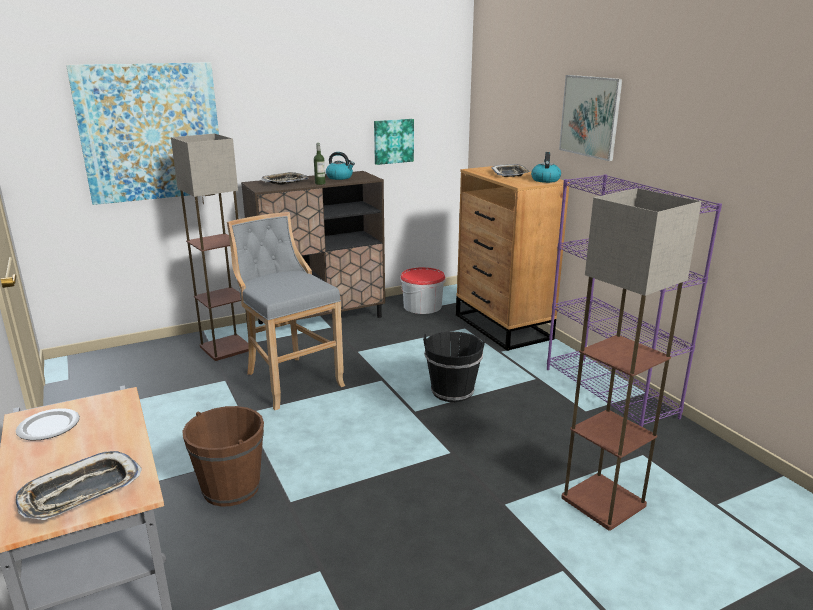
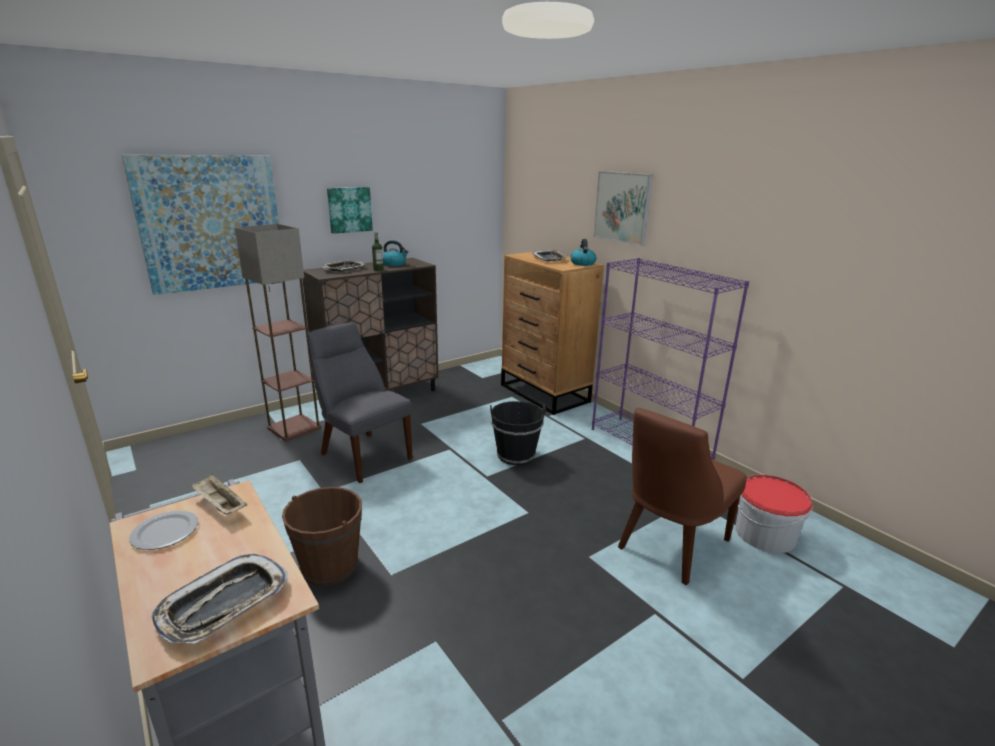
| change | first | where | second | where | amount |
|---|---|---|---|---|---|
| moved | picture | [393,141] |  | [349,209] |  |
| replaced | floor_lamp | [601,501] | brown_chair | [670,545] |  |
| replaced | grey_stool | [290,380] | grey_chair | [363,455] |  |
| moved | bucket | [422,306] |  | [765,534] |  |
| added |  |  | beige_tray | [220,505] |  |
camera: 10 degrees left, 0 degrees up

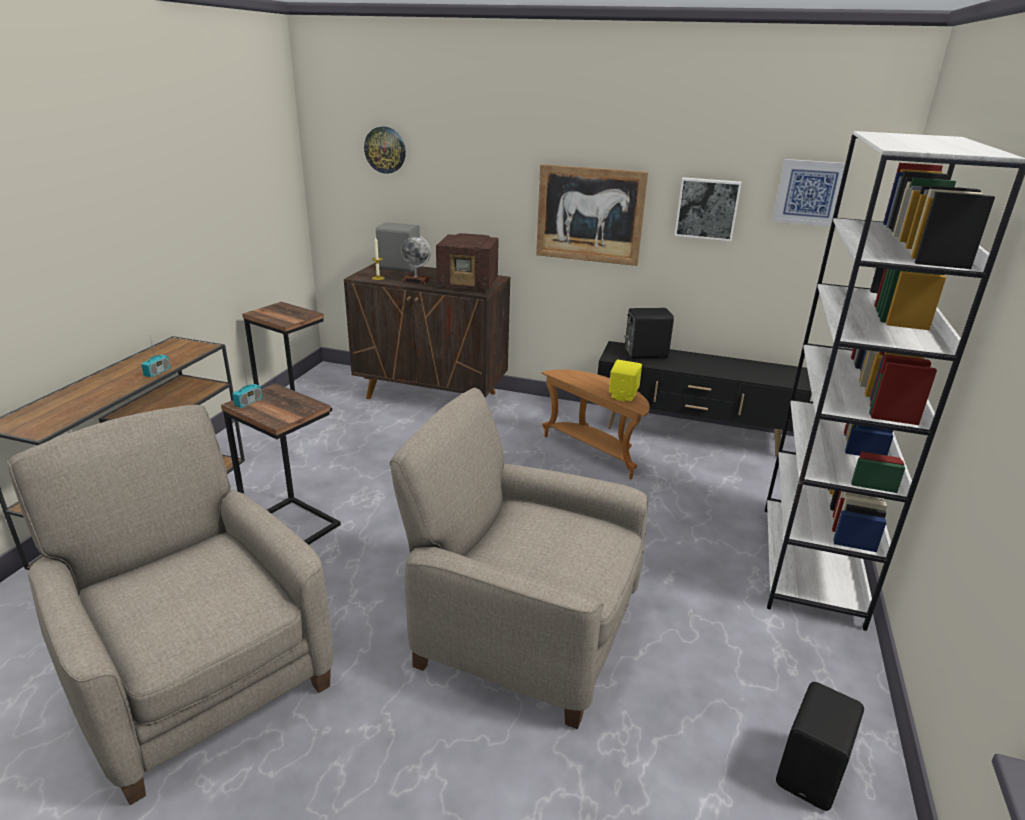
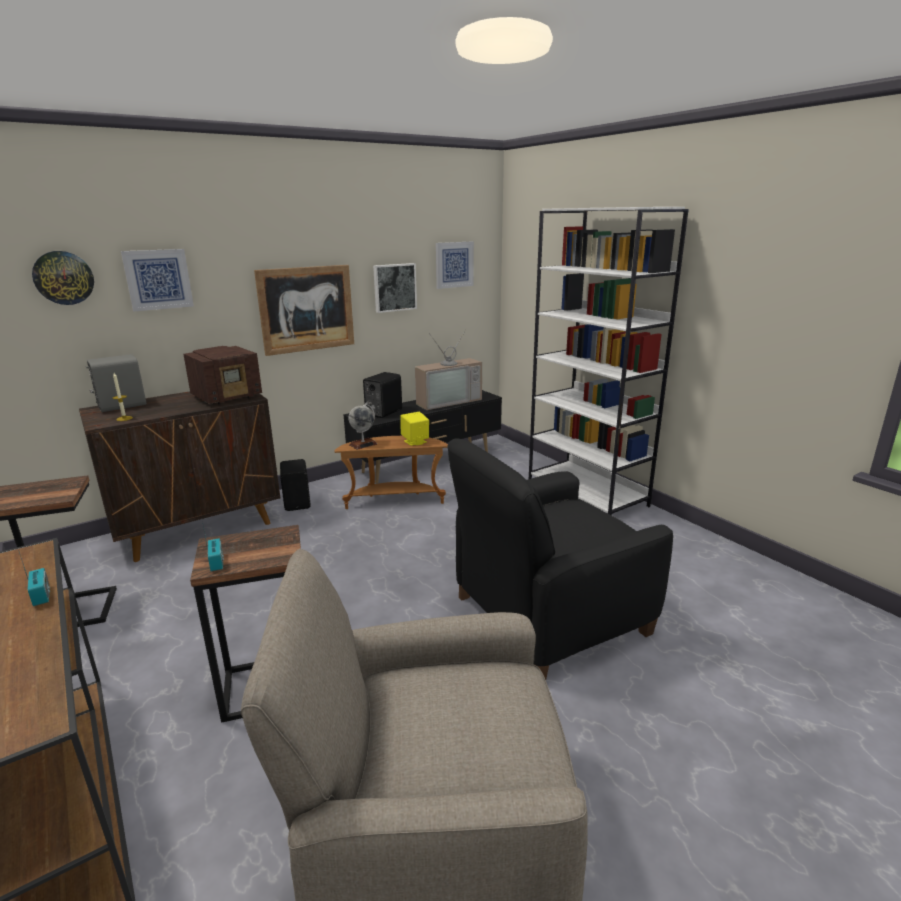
| change | first | where | second | where | amount |
|---|---|---|---|---|---|
| moved | globe | [416,280] |  | [363,444] |  |
| recoloured | beige_armchair | [523,632] | black_armchair | [548,616] |  |
| moved | black_speaker | [812,772] |  | [298,502] |  |
| added |  |  | picture | [158,279] |  |
| added |  |  | television | [447,401] |  |
camera: 50 degrees left, 5 degrees down

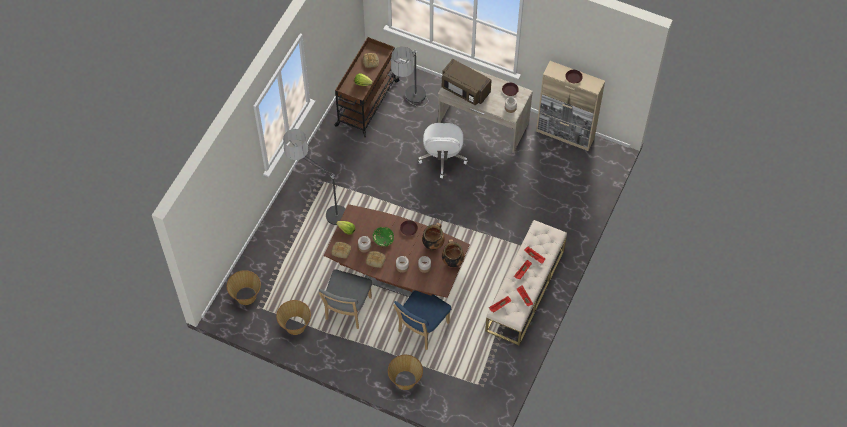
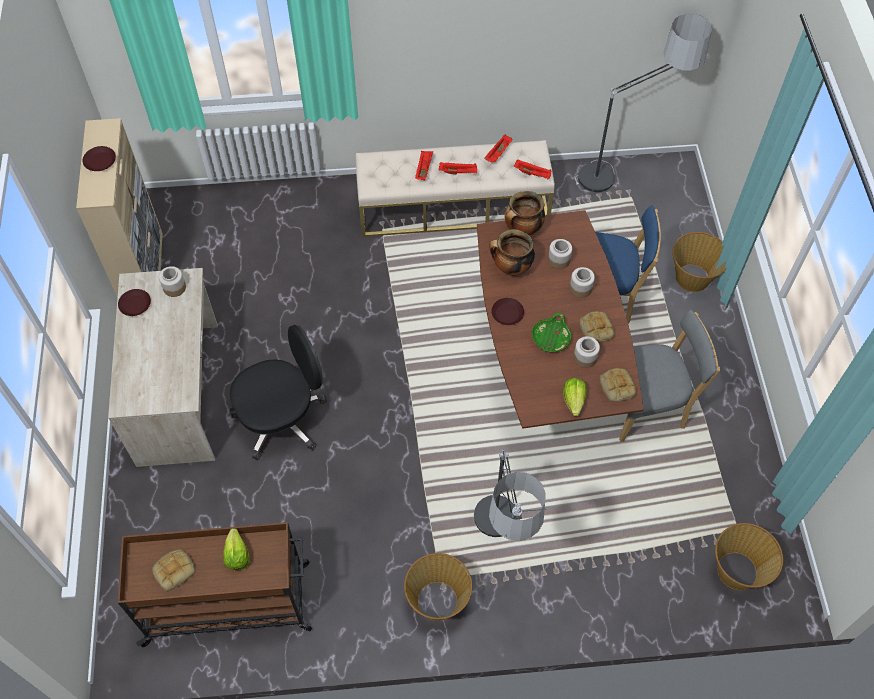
| change | first | where | second | where | amount |
|---|---|---|---|---|---|
| moved | floor_lamp | [410,109] |  | [623,174] |  |
| removed | brown_microwave | [464,90] |  |  |  |
| recoloured | white_office_chair | [442,157] | black_office_chair | [283,418] |  |
| moved | basket | [295,326] |  | [438,600] |  |
camera: 120 degrees left, 0 degrees up

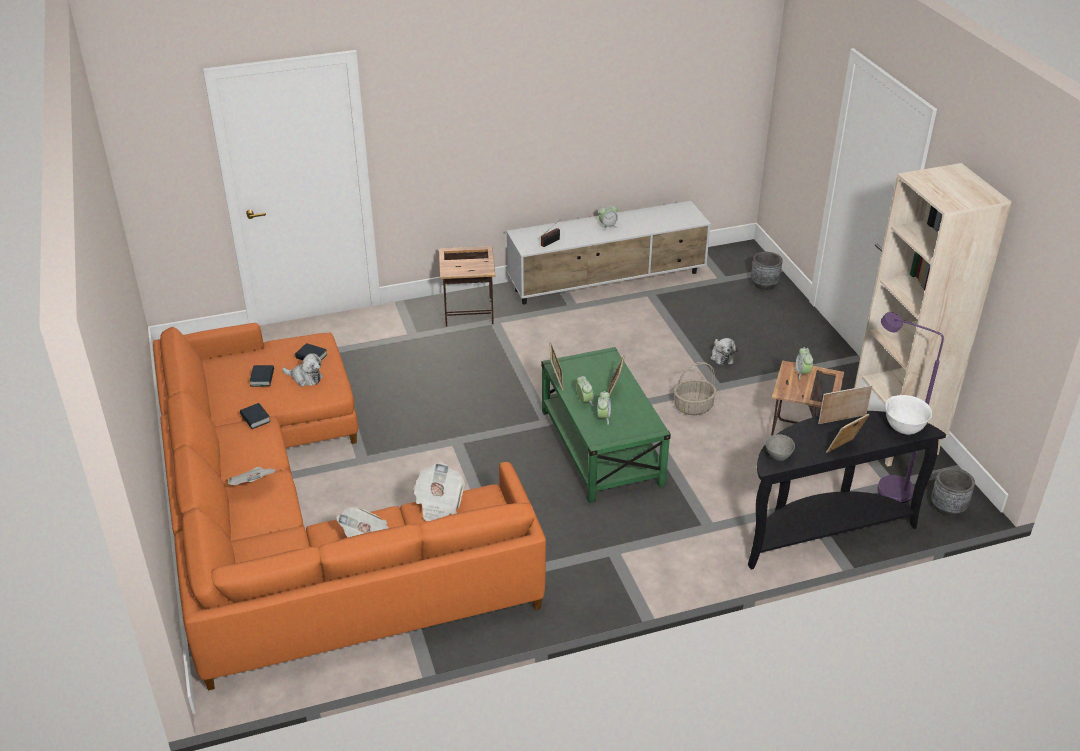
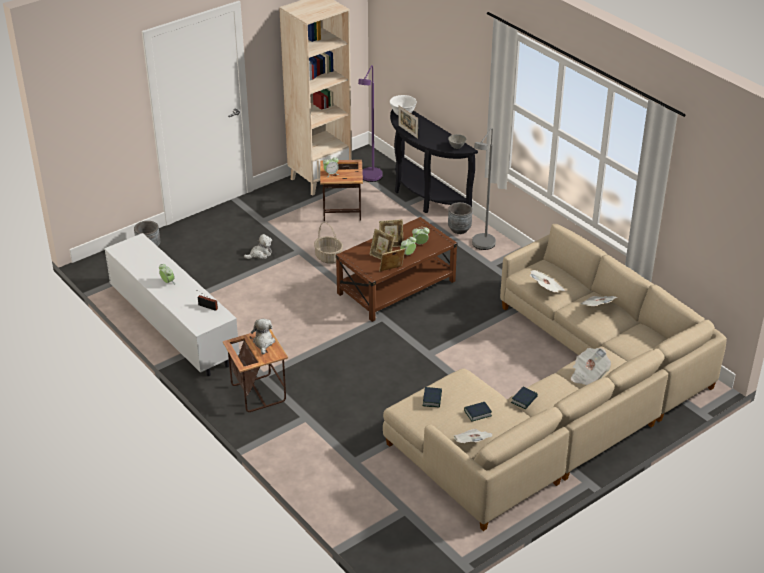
| change | first | where | second | where | amount |
|---|---|---|---|---|---|
| recoloured | orange_sofa | [301,521] | beige_sofa | [557,402] |  |
| recoloured | green_coffee_table | [601,447] | brown_coffee_table | [396,288] |  |
| moved | plush_toy | [305,378] |  | [263,342] |  |
| moved | picture_frame | [844,449] |  | [382,256] |  |
| moved | grey_planter | [947,508] |  | [459,229] |  |
| added |  |  | grey_floor_lamp | [481,246] |  |
| added |  |  | newspaper | [472,443] |  |
camera: 110 degrees left, 0 degrees up

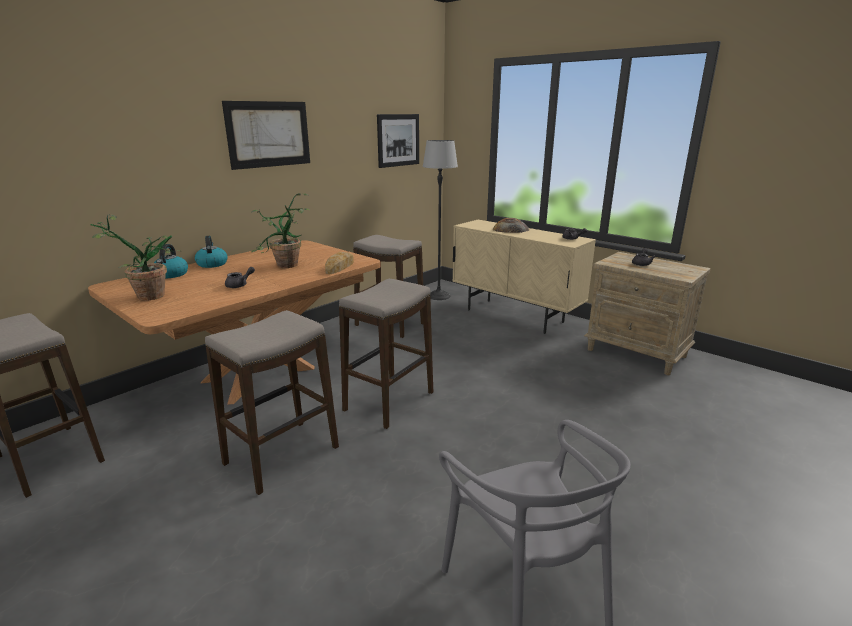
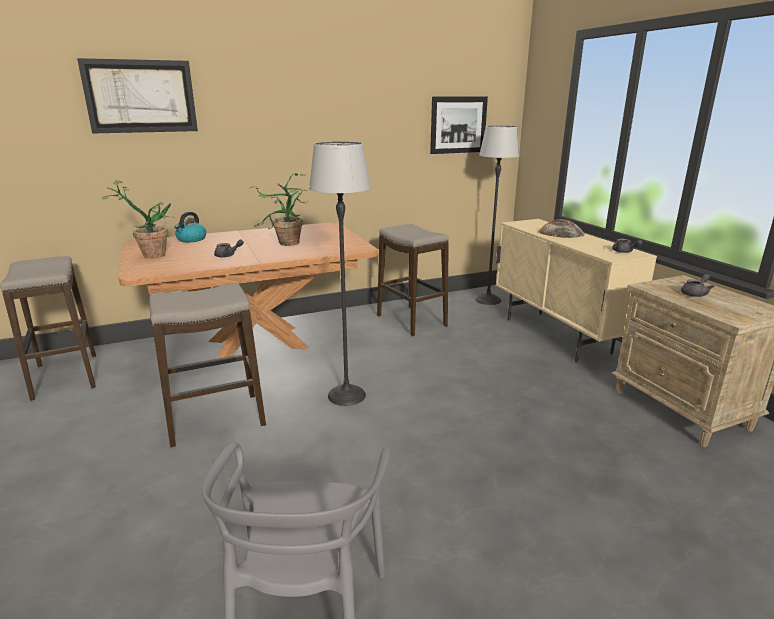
| change | first | where | second | where | amount |
|---|---|---|---|---|---|
| moved | picture | [269,134] |  | [140,96] |  |
| removed | kettle | [212,264] |  |  |  |
| removed | bread | [339,267] |  |  |  |
| replaced | stool | [389,401] | floor_lamp | [346,395] |  |
camera: 25 degrees right, 0 degrees up

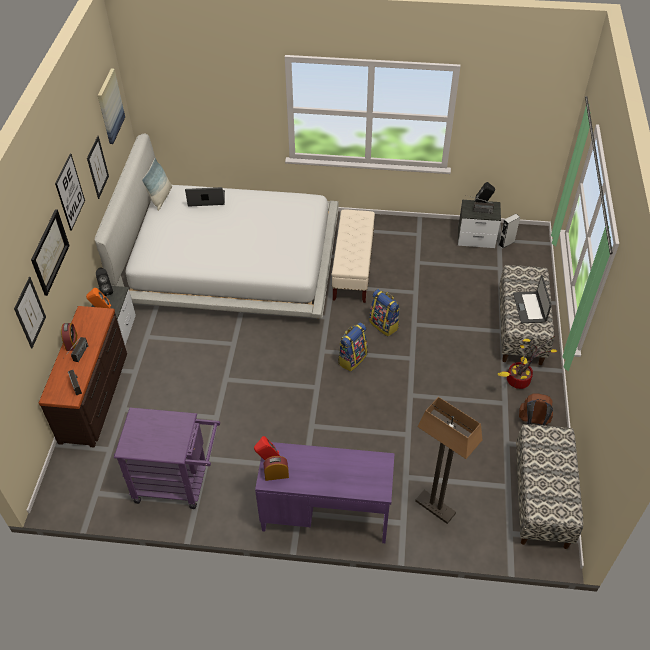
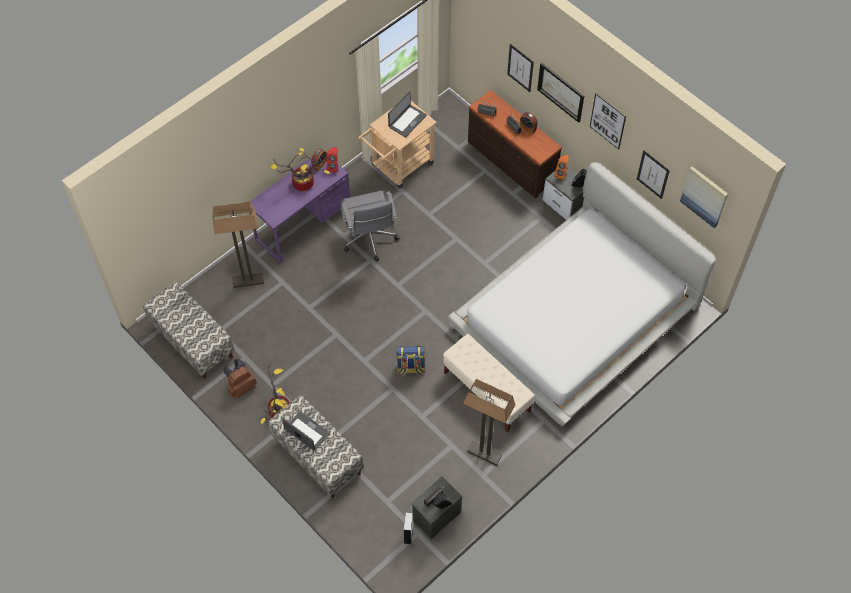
| change | first | where | second | where | amount |
|---|---|---|---|---|---|
| removed | pillow | [160,198] |  |  |  |
| moved | laptop | [206,199] |  | [407,121] |  |
| removed | backpack | [352,358] |  |  |  |
| recoloured | purple_cart | [178,482] | beige_cart | [399,167] |  |
| added |  |  | potted_plant | [301,184] |  |
| added |  |  | grey_office_chair | [370,240] |  |
| added |  |  | floor_lamp | [484,453] |  |
camera: 130 degrees right, 10 degrees up

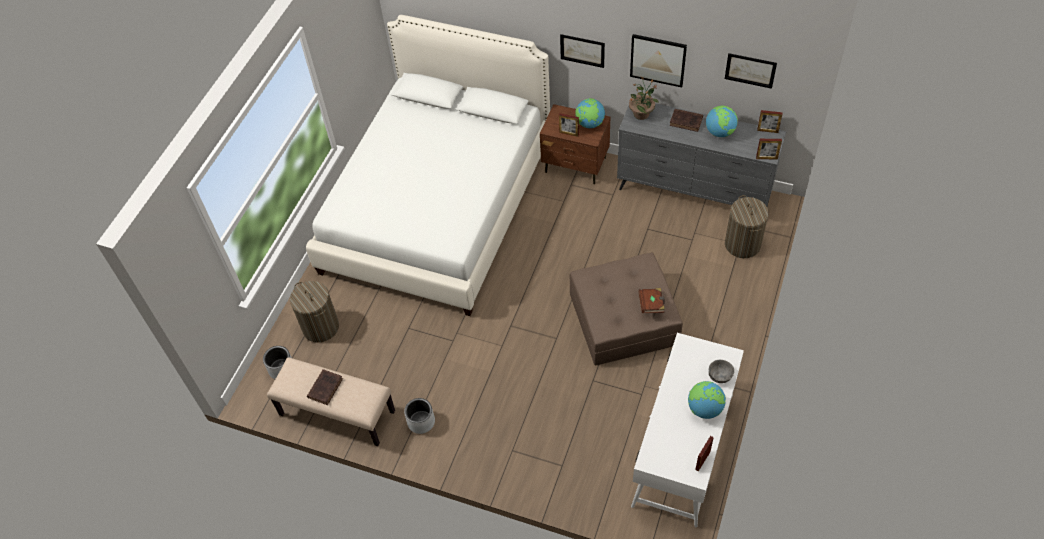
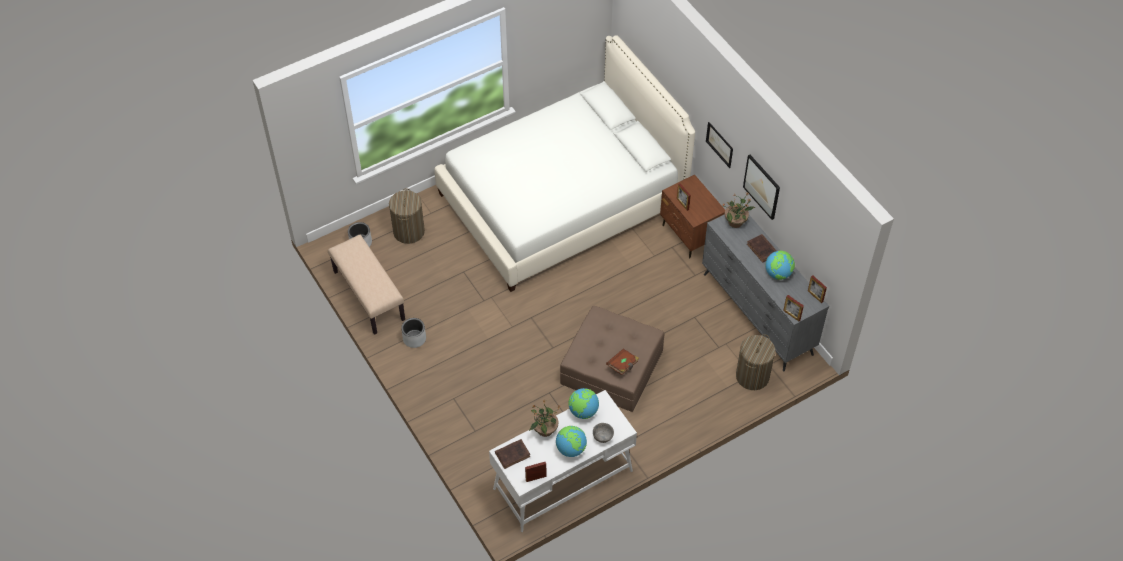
| change | first | where | second | where | amount |
|---|---|---|---|---|---|
| removed | picture | [750,70] |  |  |  |
| moved | globe | [589,124] |  | [583,411] |  |
| moved | brown_book | [326,387] |  | [513,454] |  |
| added |  |  | potted_plant | [544,430] |  |
camera: 35 degrees right, 0 degrees up

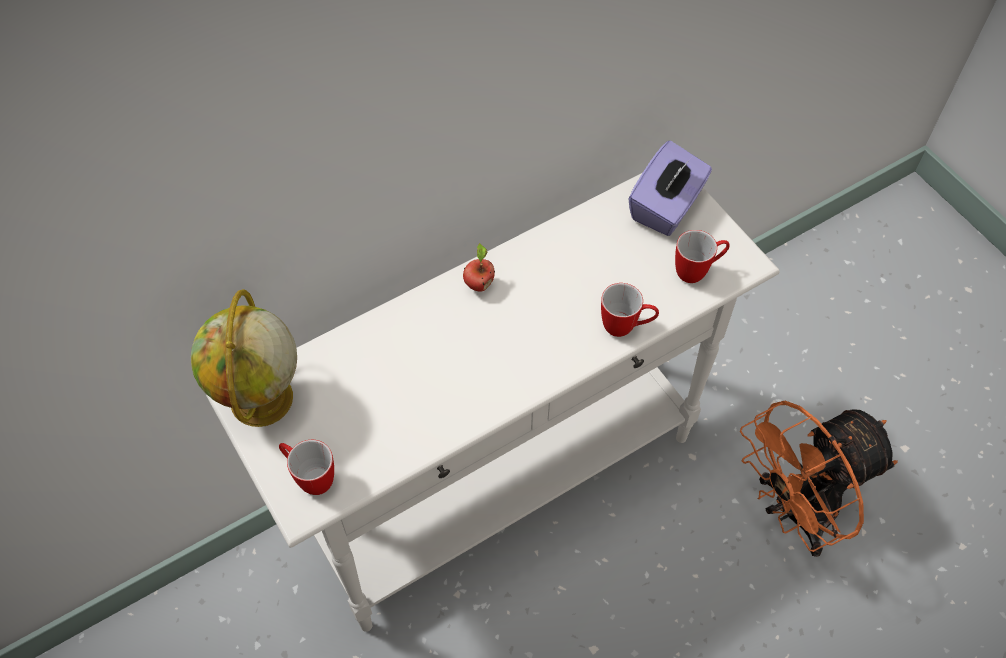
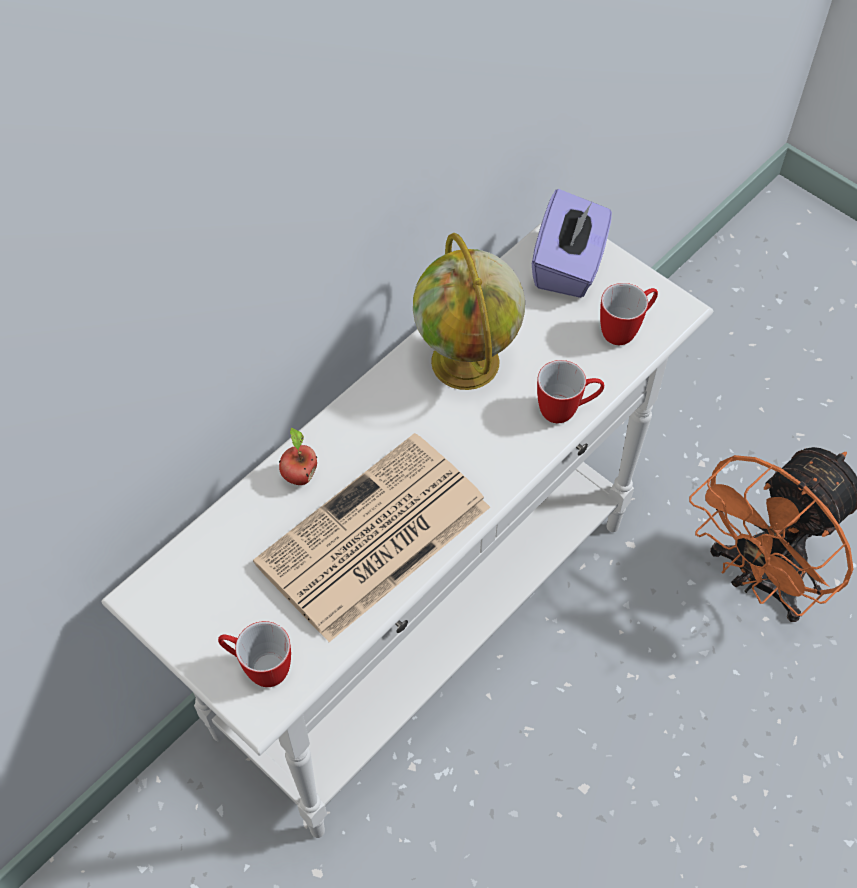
| change | first | where | second | where | amount |
|---|---|---|---|---|---|
| moved | apple | [478,284] |  | [299,475] |  |
| moved | globe | [262,401] |  | [466,363] |  |
| added |  |  | newspaper | [372,539] |  |
camera: 15 degrees left, 0 degrees up

